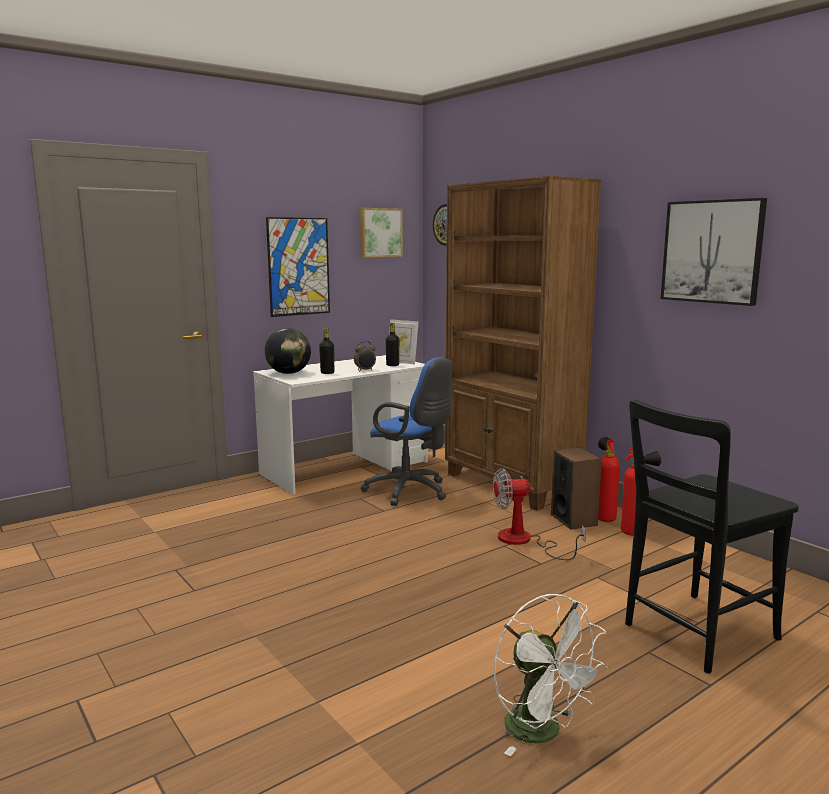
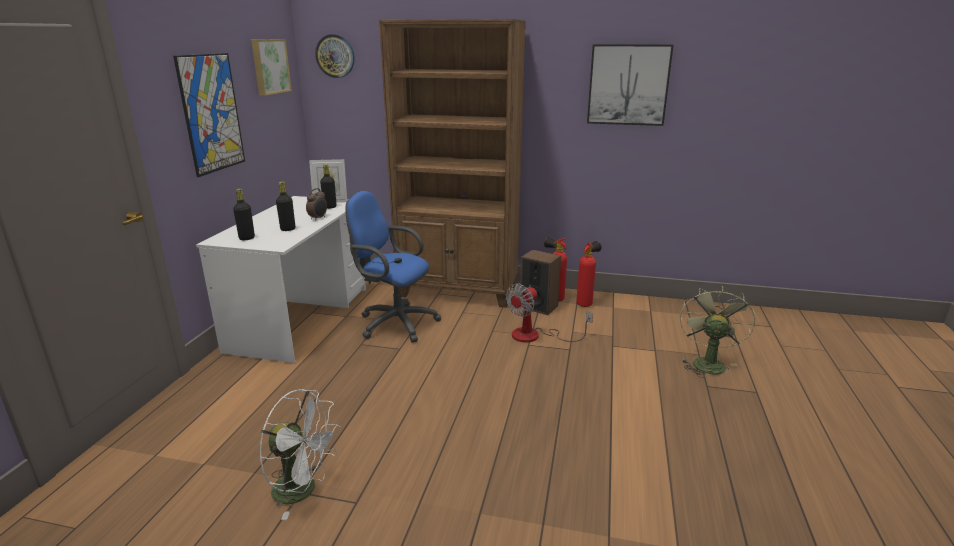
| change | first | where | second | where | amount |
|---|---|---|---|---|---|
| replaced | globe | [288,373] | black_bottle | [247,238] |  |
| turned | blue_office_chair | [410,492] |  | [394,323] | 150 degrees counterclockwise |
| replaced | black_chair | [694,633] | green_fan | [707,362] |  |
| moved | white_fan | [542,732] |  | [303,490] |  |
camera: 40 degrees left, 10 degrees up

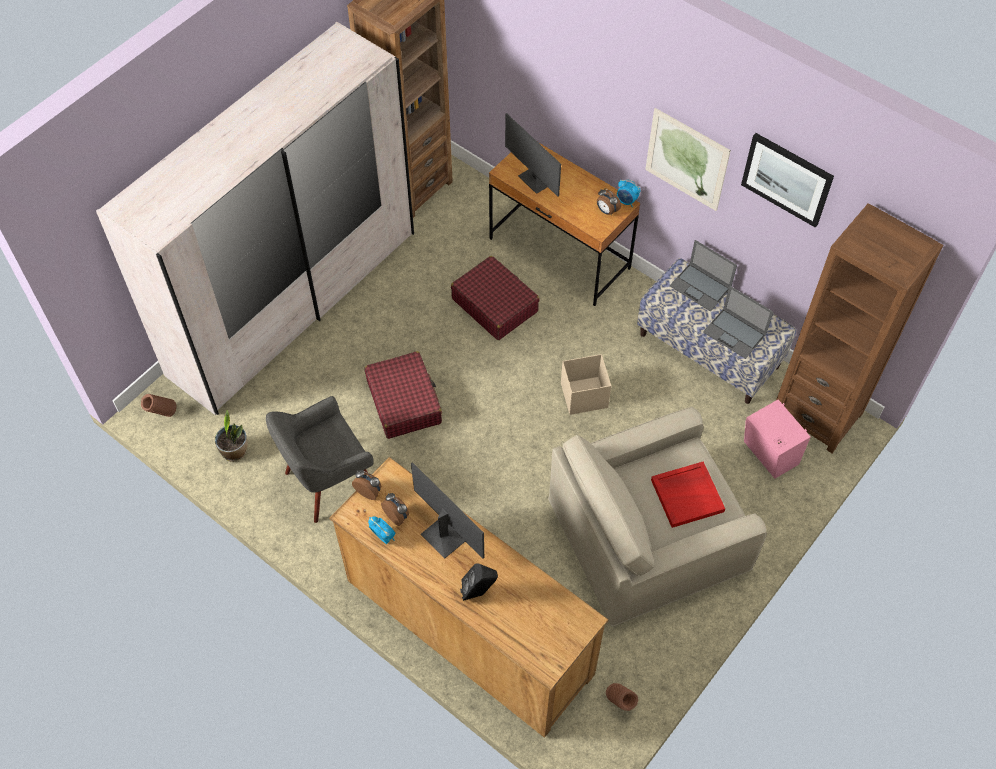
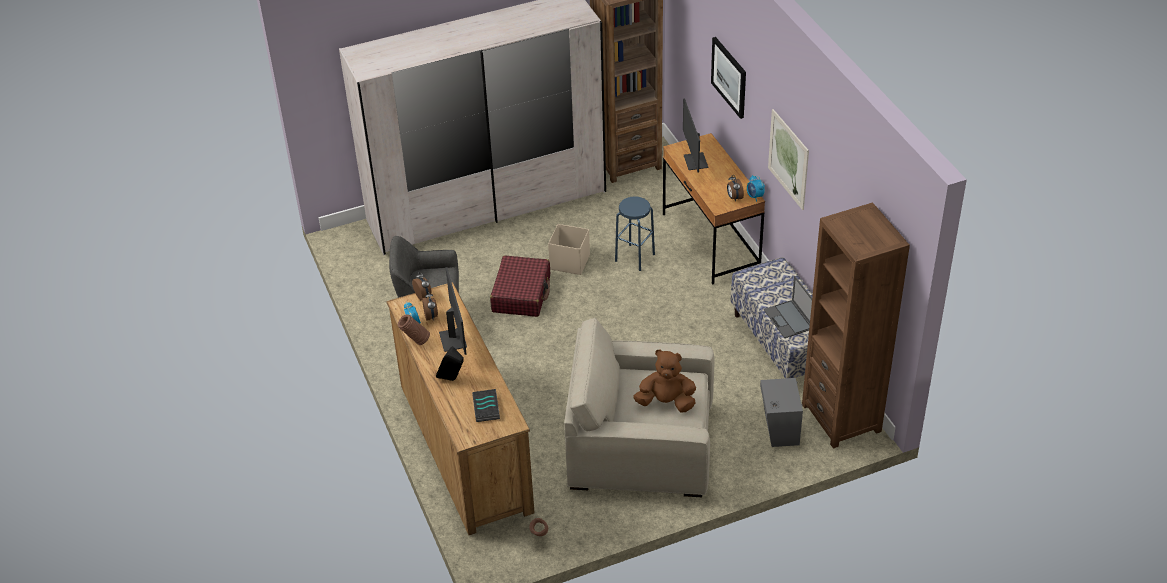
| change | first | where | second | where | amount |
|---|---|---|---|---|---|
| moved | picture | [787,179] |  | [729,77] |  |
| removed | laptop | [701,287] |  |  |  |
| replaced | red_suitcase | [494,305] | blue_stool | [634,257] |  |
| moved | beige_storage_box | [583,395] |  | [569,262] |  |
| moved | brown_vase | [162,414] |  | [415,341] |  |
| recoloured | pink_speaker | [769,455] | grey_speaker | [779,430] |  |
| removed | potted_plant | [235,451] |  |  |  |
| replaced | red_tray | [687,495] | brown_plush_toy | [666,402] |  |
| added |  |  | book | [487,408] |  |
camera: 30 degrees right, 15 degrees down

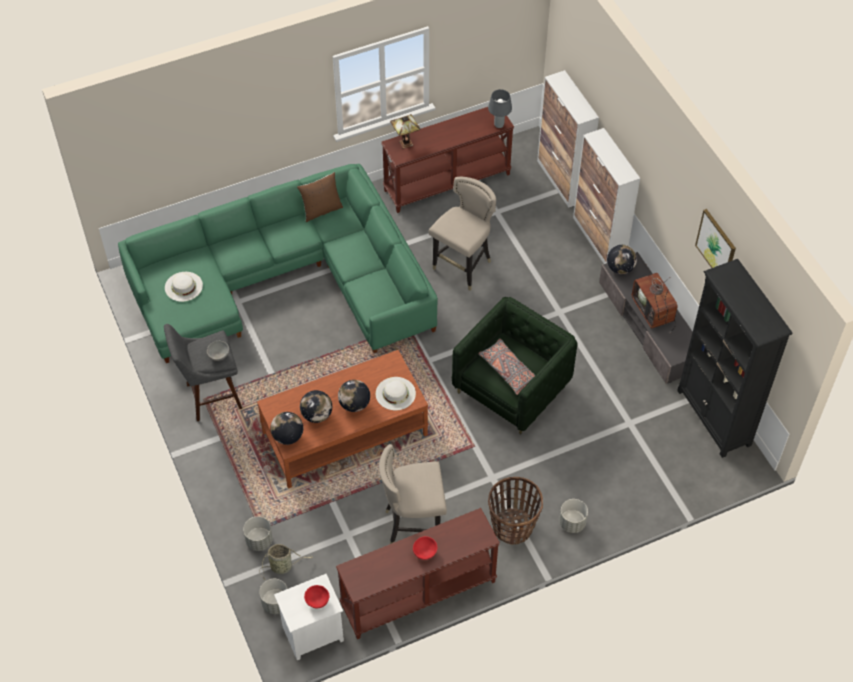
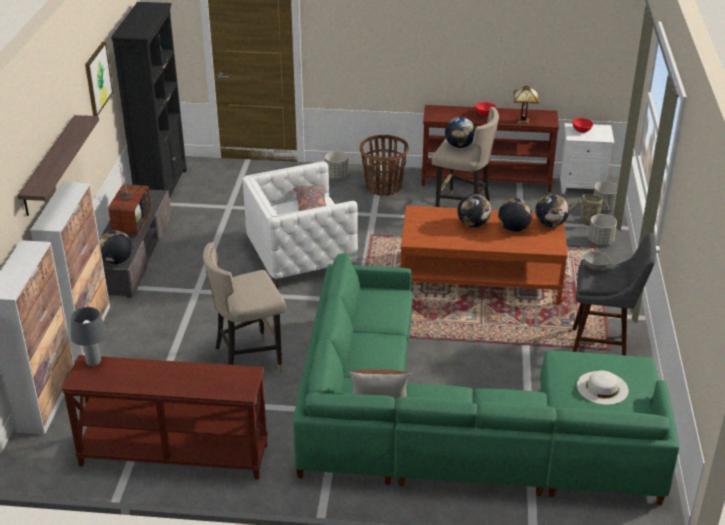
| change | first | where | second | where | amount |
|---|---|---|---|---|---|
| moved | table_lamp | [405,144] |  | [524,121] |  |
| recoloured | green_armchair | [511,388] | white_armchair | [301,257] |  |
| removed | white_hat | [395,393] |  |  |  |
| added |  |  | shelf | [49,165] |  |
| added |  |  | globe | [459,146] |  |
camera: 150 degrees left, 20 degrees down

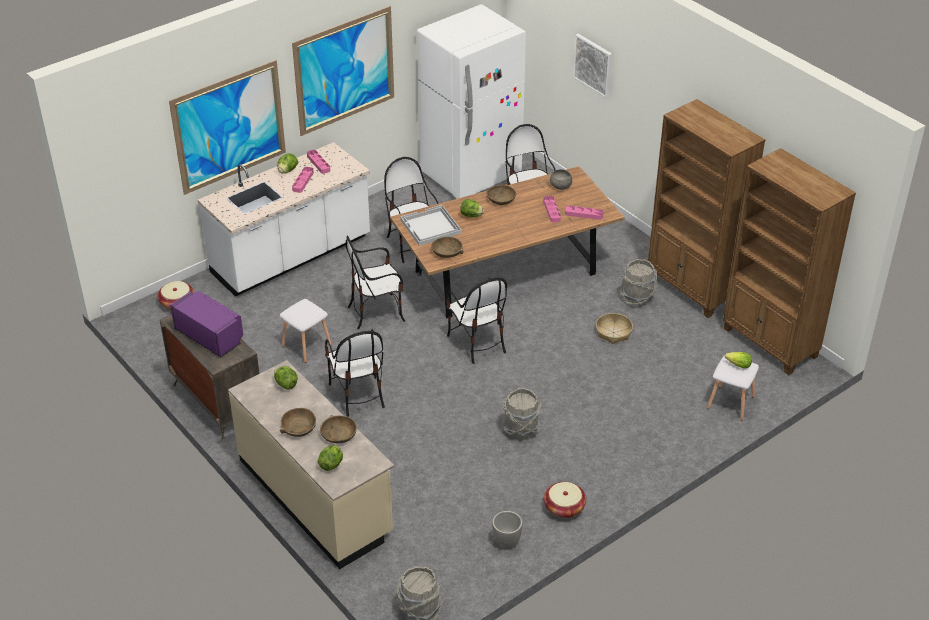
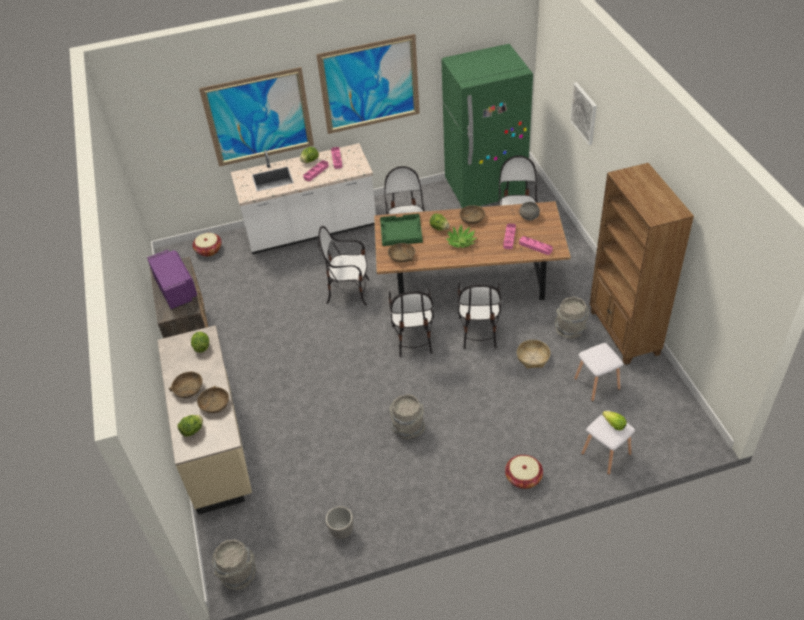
| change | first | where | second | where | amount |
|---|---|---|---|---|---|
| recoloured | white_fridge | [471,175] | green_fridge | [485,189] |  |
| removed | brown_bookcase | [770,343] |  |  |  |
| recoloured | white_tray | [430,227] | green_tray | [400,231] |  |
| moved | white_stool | [306,346] |  | [596,384] |  |
| moved | chair | [357,394] |  | [478,332] |  |
| moved | basket | [564,507] |  | [523,477] |  |
| added |  |  | potted_plant | [461,242] |  |
camera: 25 degrees right, 5 degrees up

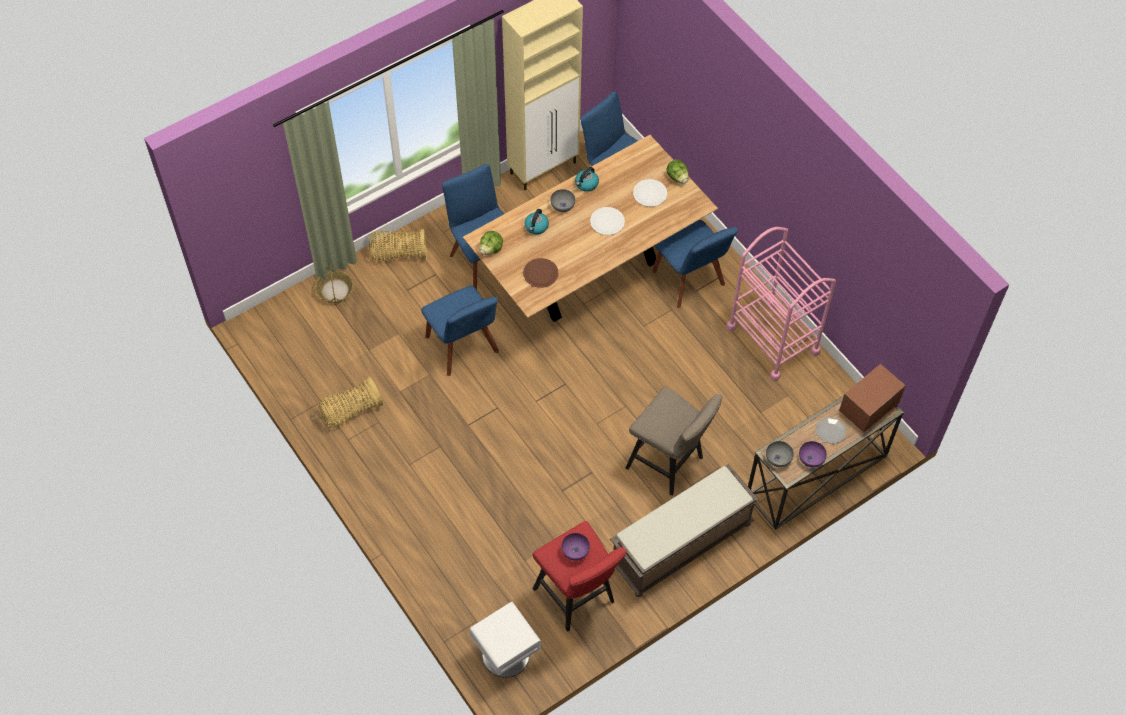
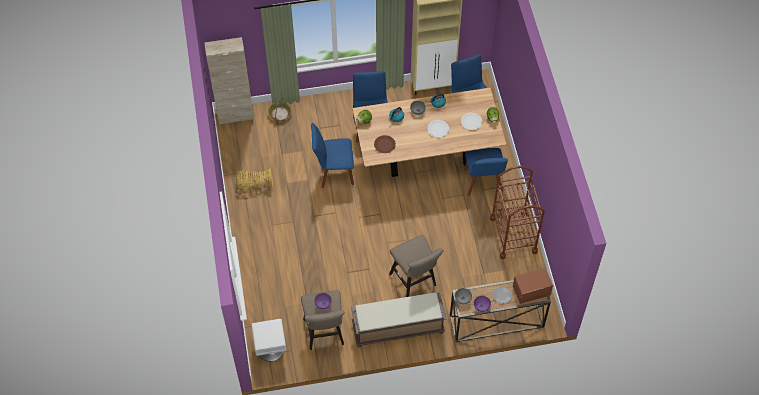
| change | first | where | second | where | amount |
|---|---|---|---|---|---|
| recoloured | pink_cart | [773,340] | brown_cart | [513,235] |  |
| removed | basket | [398,253] |  |  |  |
| turned | blue_chair | [463,347] |  | [334,172] | 90 degrees clockwise |
| recoloured | red_stool | [578,599] | beige_stool | [325,334] |  |
| added |  |  | beige_cabinet | [235,115] |  |
camera: 25 degrees right, 0 degrees up

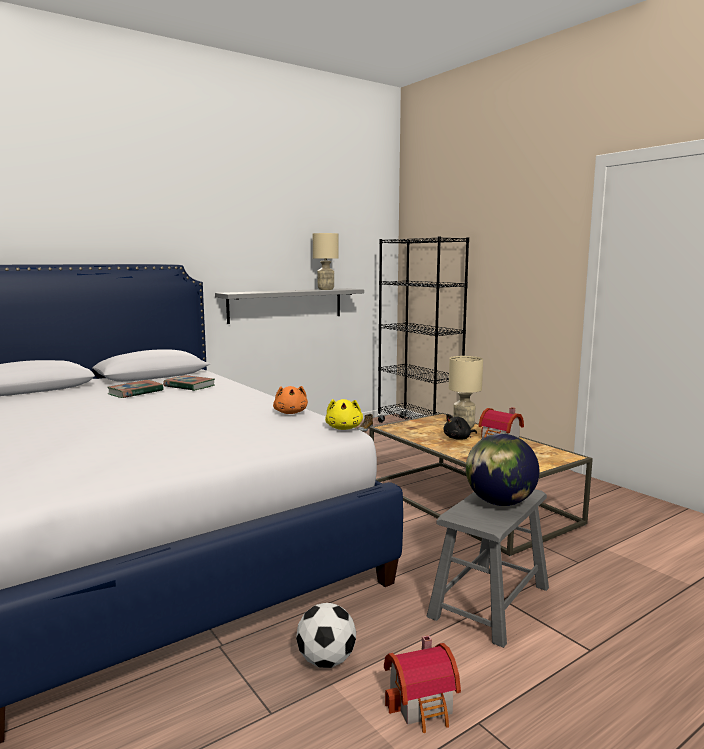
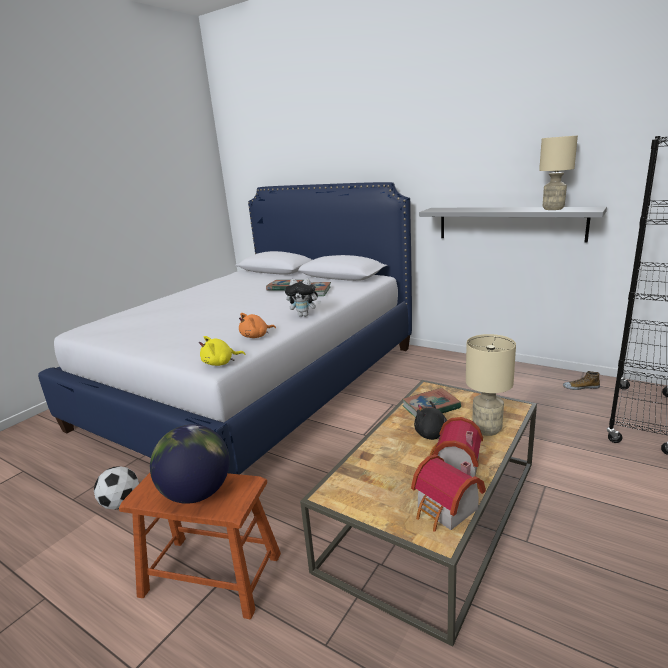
| change | first | where | second | where | amount |
|---|---|---|---|---|---|
| recoloured | grey_stool | [490,602] | brown_stool | [211,574] |  |
| moved | toy_house | [423,704] |  | [446,510] |  |
| added |  |  | plush_toy | [304,315] |  |
| added |  |  | book | [431,407] |  |
camera: 70 degrees right, 10 degrees up

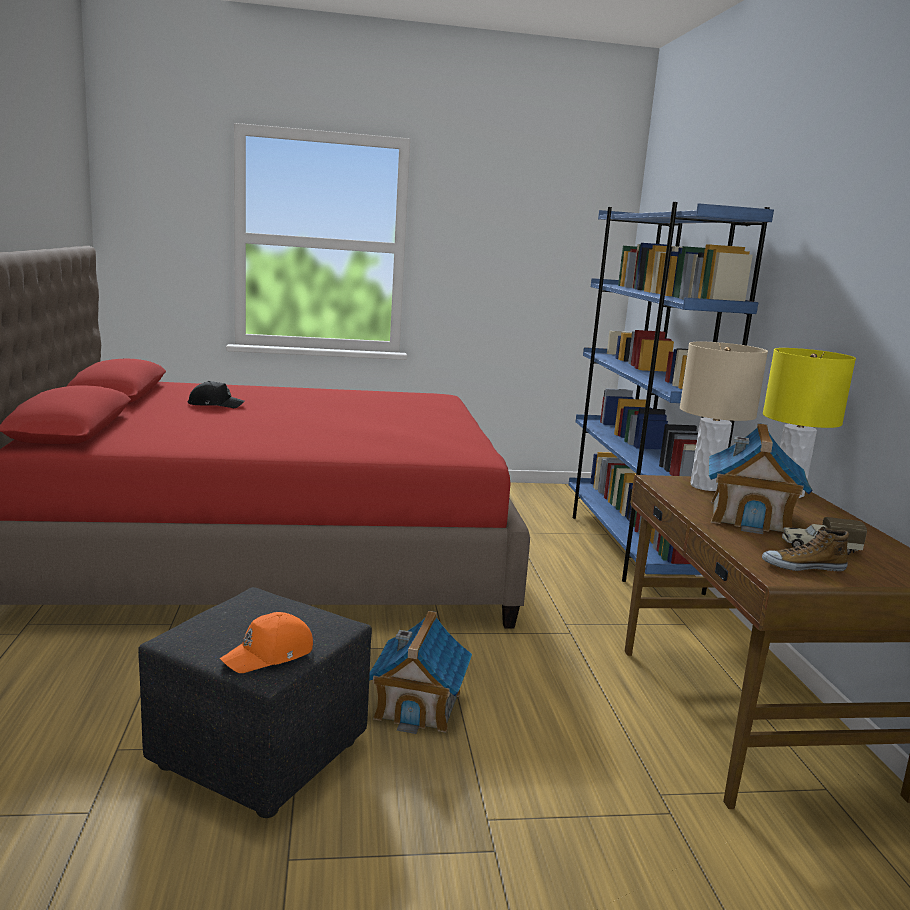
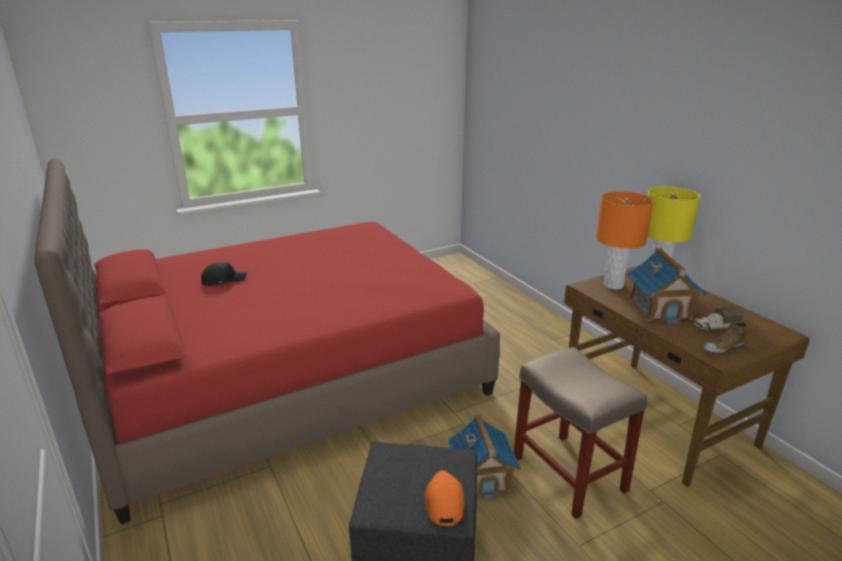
| change | first | where | second | where | amount |
|---|---|---|---|---|---|
| removed | blue_bookcase | [628,547] |  |  |  |
| recoloured | beige_table_lamp | [705,486] | orange_table_lamp | [613,285] |  |
| turned | orange_cap | [270,655] |  | [443,501] | 150 degrees clockwise |
| added |  |  | beige_stool | [567,473] |  |
camera: 20 degrees left, 10 degrees up

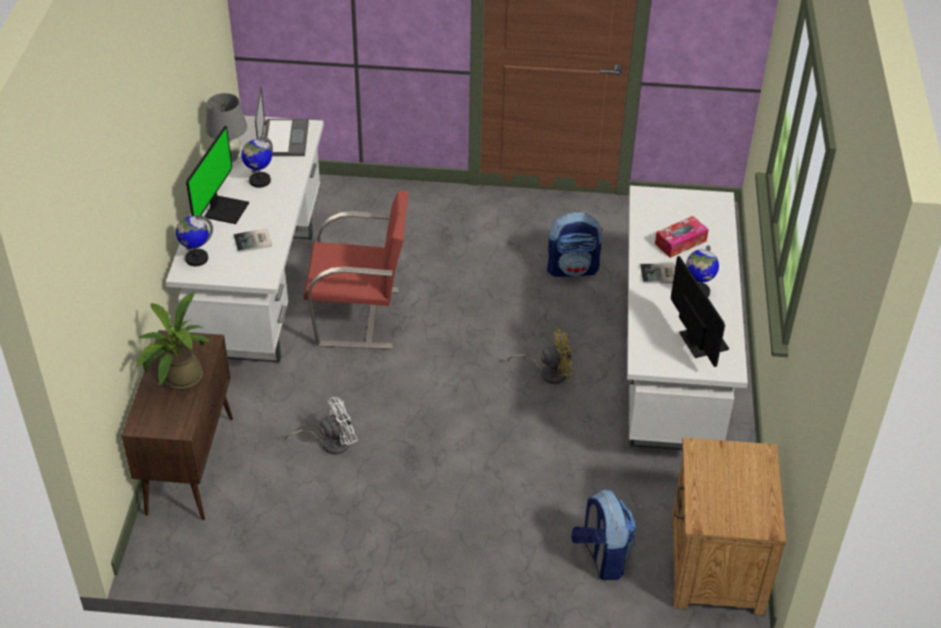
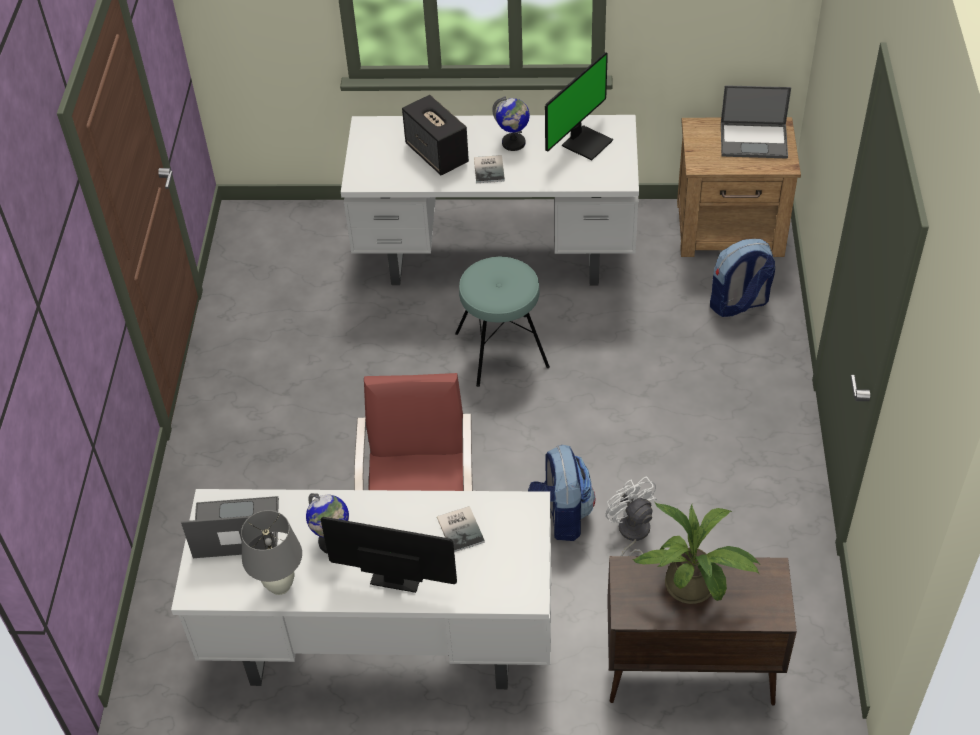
| change | first | where | second | where | amount |
|---|---|---|---|---|---|
| moved | backpack | [572,269] |  | [561,515] |  |
| removed | globe | [196,258] |  |  |  |
| replaced | tissue_box | [680,242] | speaker | [437,154] |  |
| turned | monitor | [700,342] |  | [585,142] | 150 degrees clockwise |
| replaced | yellow_fan | [548,372] | turquoise_stool | [501,350] |  |
| added |  |  | laptop | [754,140] |  |
camera: 90 degrees left, 5 degrees up

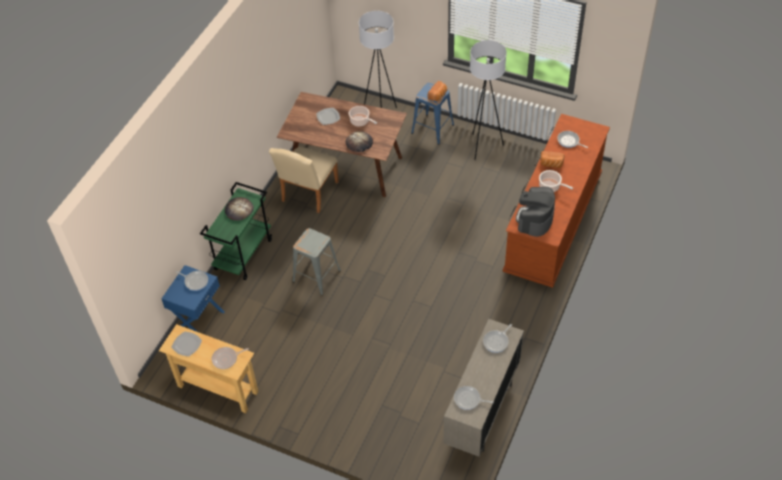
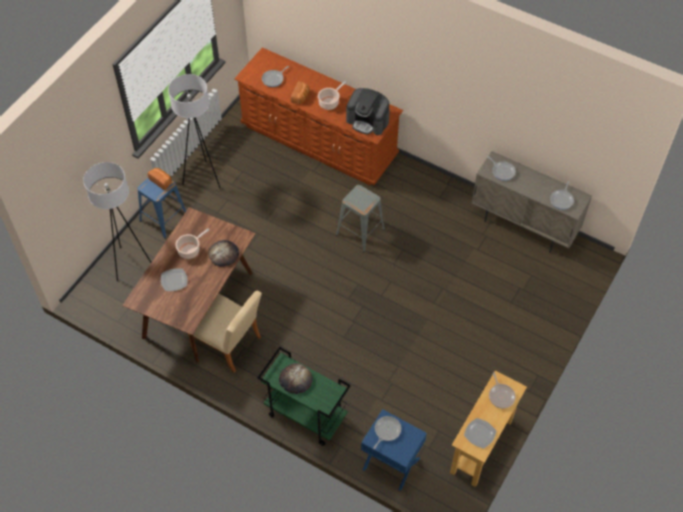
| change | first | where | second | where | amount |
|---|---|---|---|---|---|
| moved | grey_stool | [317,276] |  | [360,231] |  |
camera: 85 degrees left, 5 degrees up

